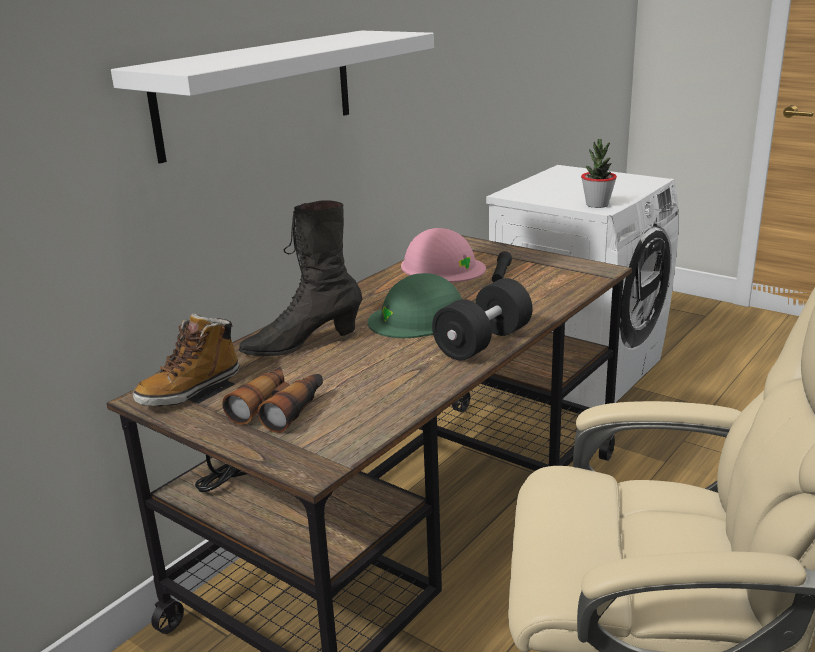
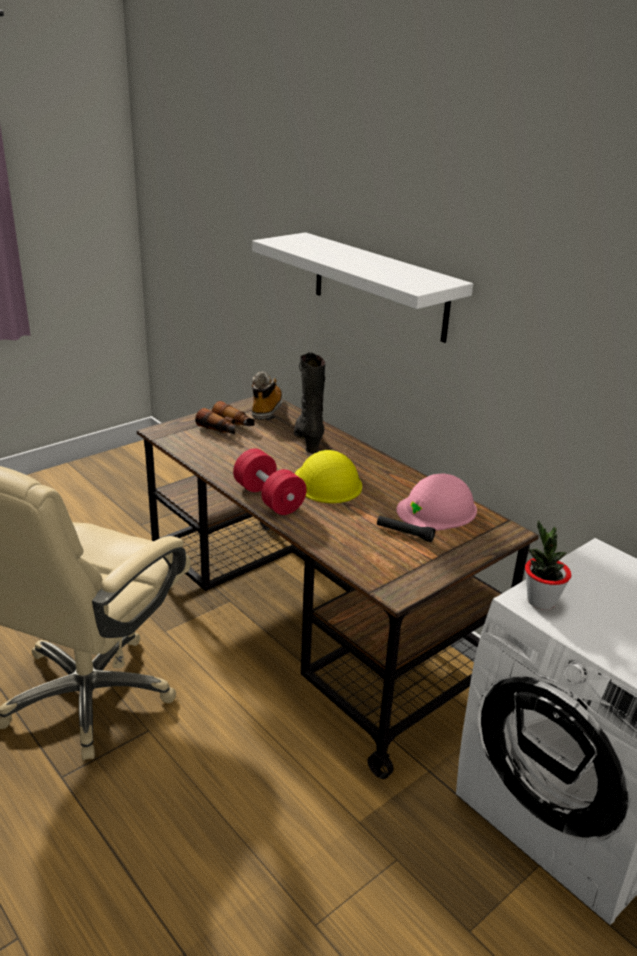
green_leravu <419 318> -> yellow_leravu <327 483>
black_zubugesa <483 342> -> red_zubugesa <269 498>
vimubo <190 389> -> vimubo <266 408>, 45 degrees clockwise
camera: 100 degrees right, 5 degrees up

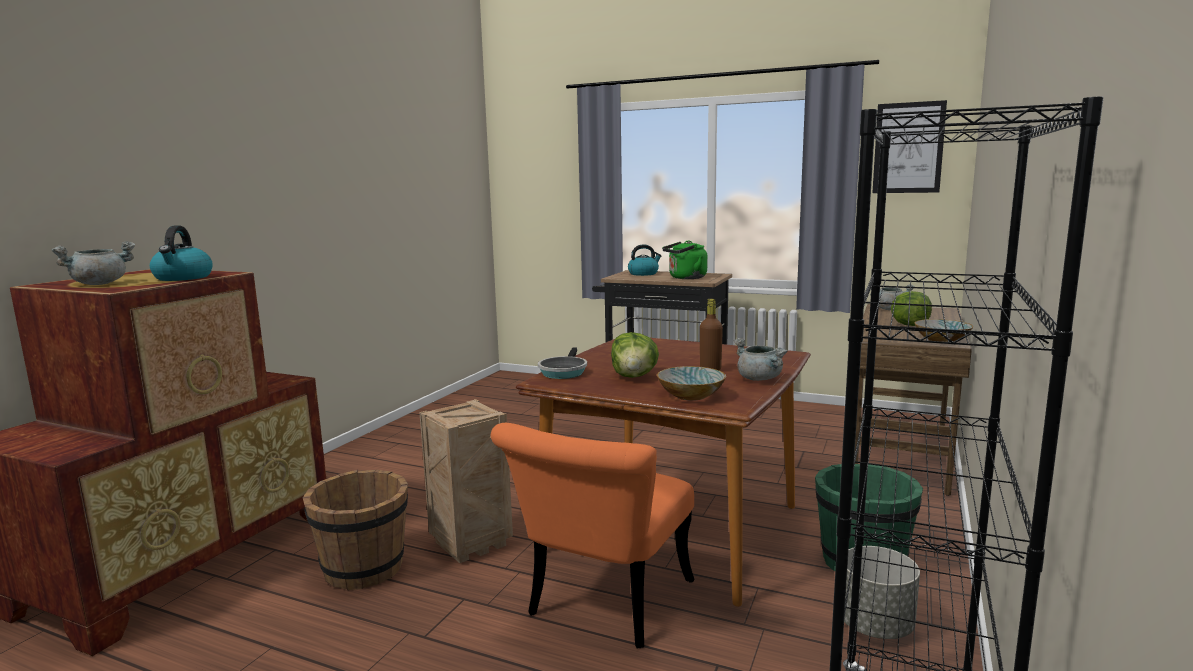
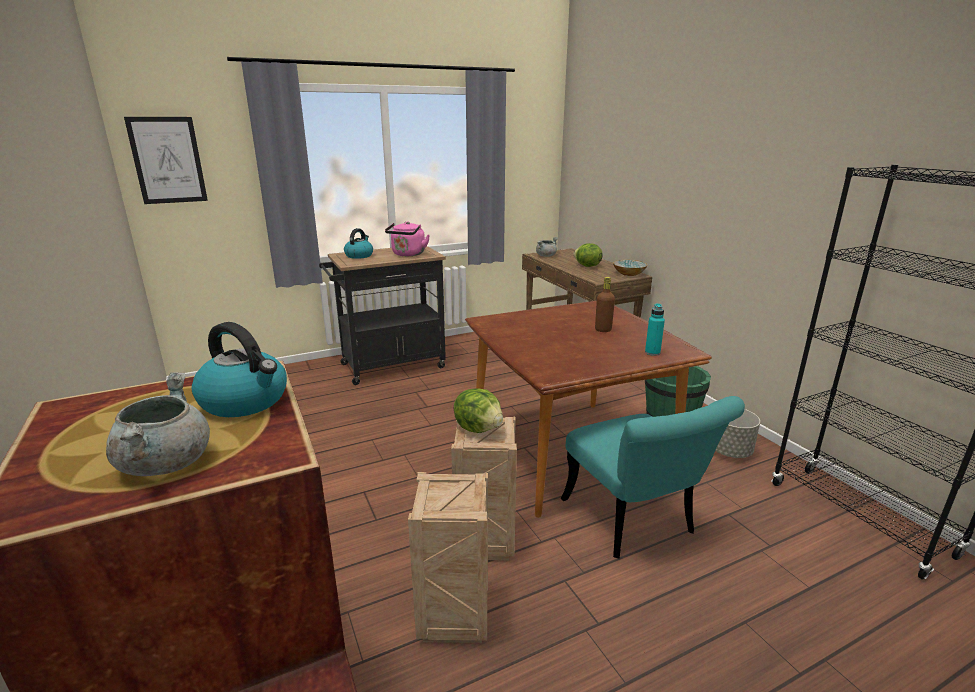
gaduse <908 148> -> gaduse <167 160>, shifted
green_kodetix <685 278> -> pink_kodetix <408 254>
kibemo <634 376> -> kibemo <479 428>, shifted
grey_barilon <760 379> -> none
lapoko <563 372> -> none
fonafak <692 395> -> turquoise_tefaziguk <652 352>
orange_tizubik <603 607> -> turquoise_tizubik <635 523>
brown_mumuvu <364 569> -> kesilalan <455 619>
camera: 50 degrees left, 10 degrees up

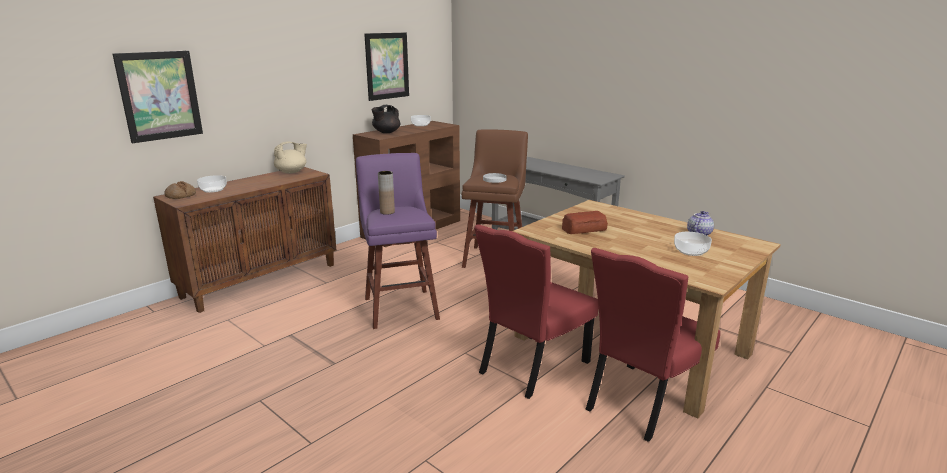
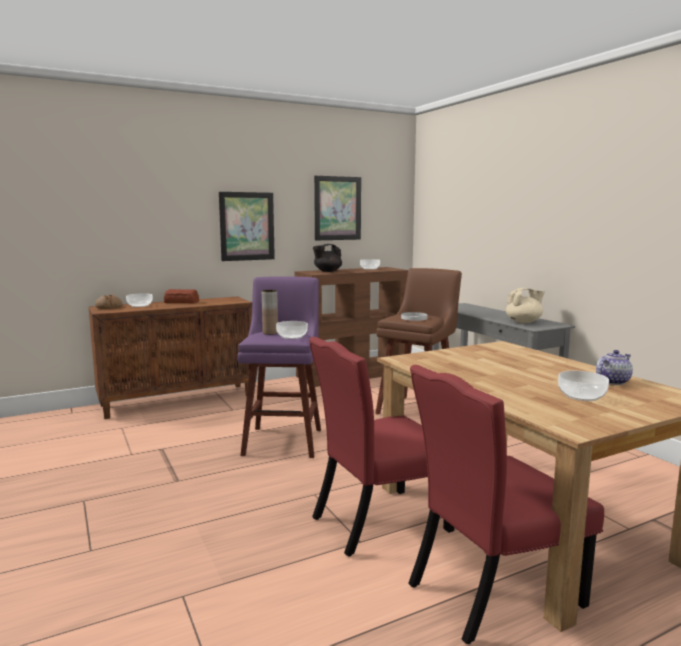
gaduse <160 96> -> gaduse <247 226>, shifted
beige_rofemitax <292 172> -> beige_rofemitax <524 322>, shifted
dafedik <584 229> -> dafedik <182 302>, shifted
none -> fonafak <291 336>
camera: 20 degrees right, 10 degrees down

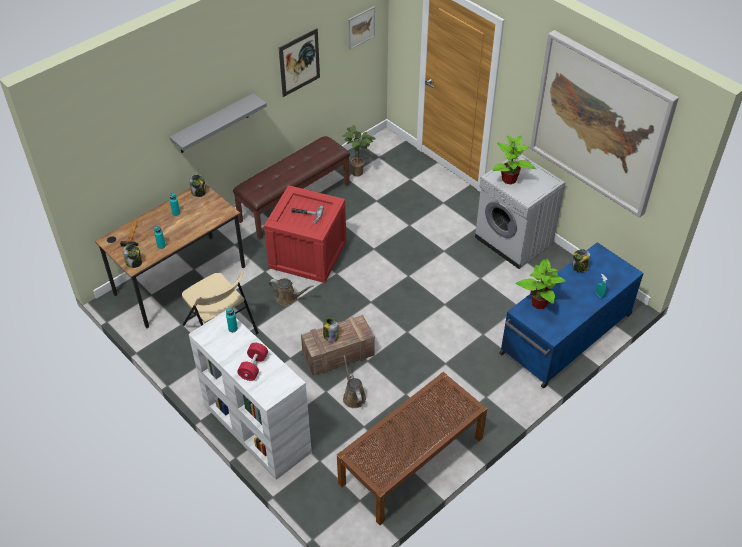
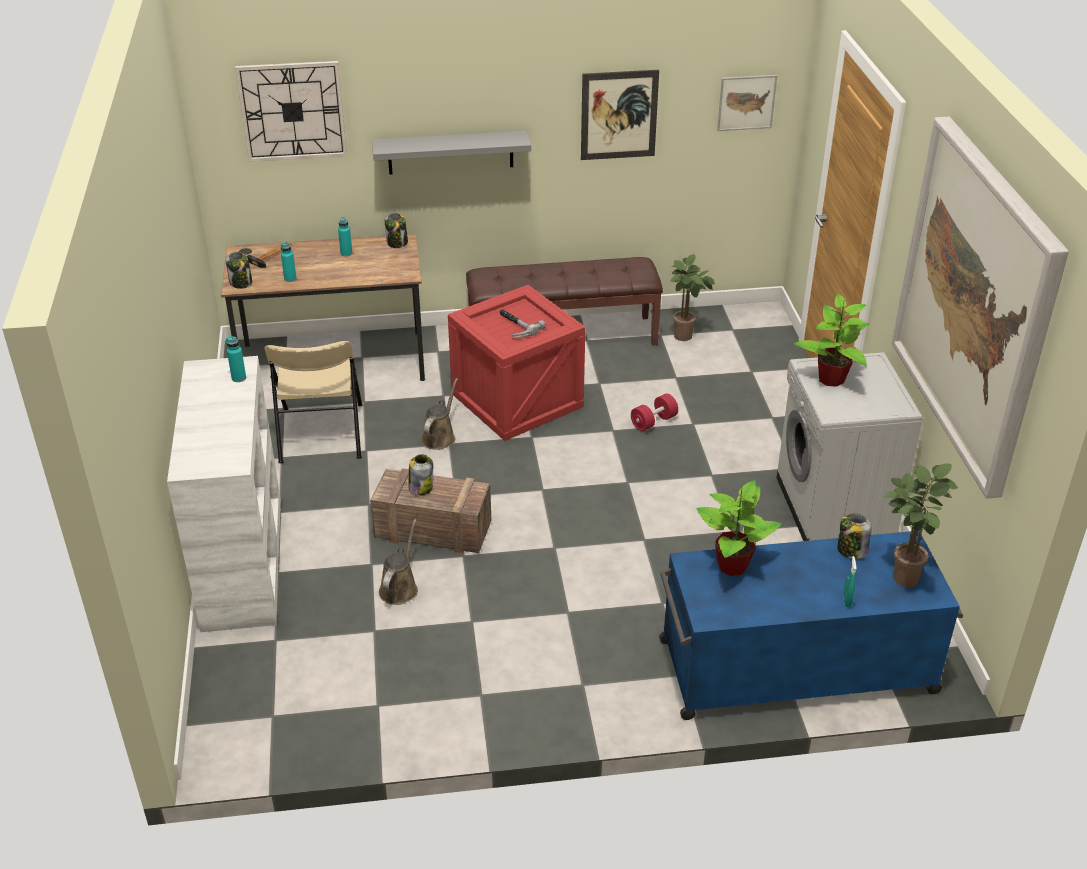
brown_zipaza <288 298> -> brown_zipaza <440 437>, 120 degrees counterclockwise
red_zubugesa <253 367> -> red_zubugesa <653 422>, shifted
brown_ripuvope <412 461> -> none
none -> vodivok <292 111>
none -> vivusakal <903 574>
camera: 35 degrees right, 10 degrees down

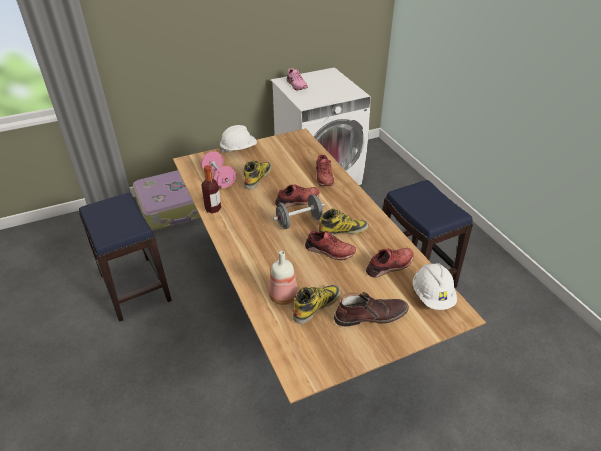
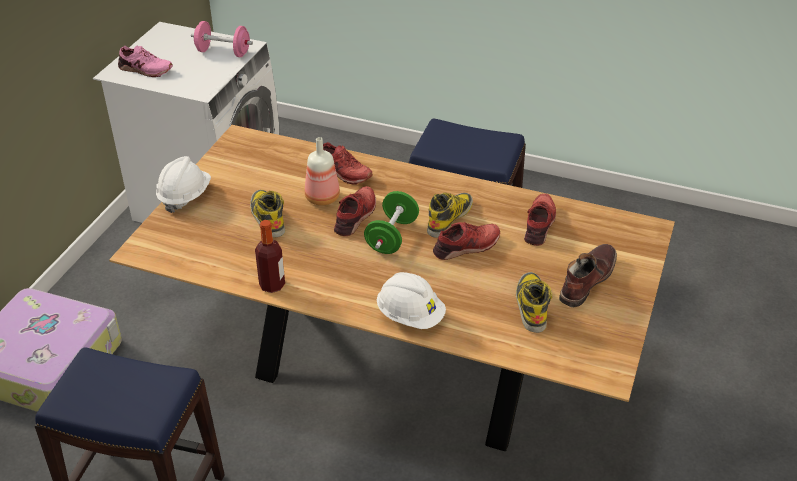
pink_zubugesa <219 179> -> pink_zubugesa <223 52>, shifted
grey_zubugesa <299 221> -> green_zubugesa <392 237>
tefaziguk <282 295> -> tefaziguk <321 198>, shifted
white_leravu <432 296> -> white_leravu <410 316>, shifted
camera: 45 degrees left, 0 degrees up

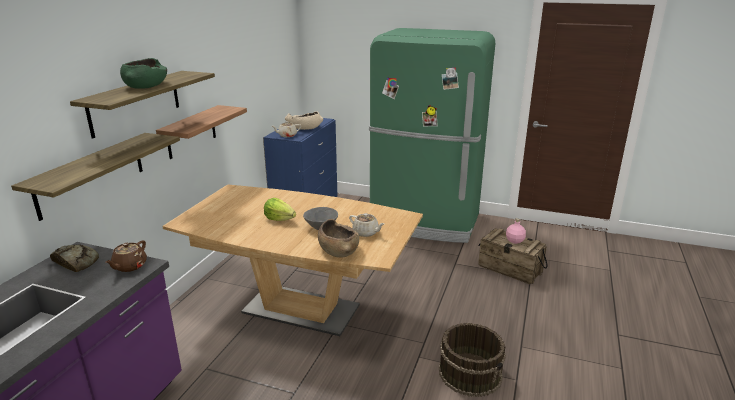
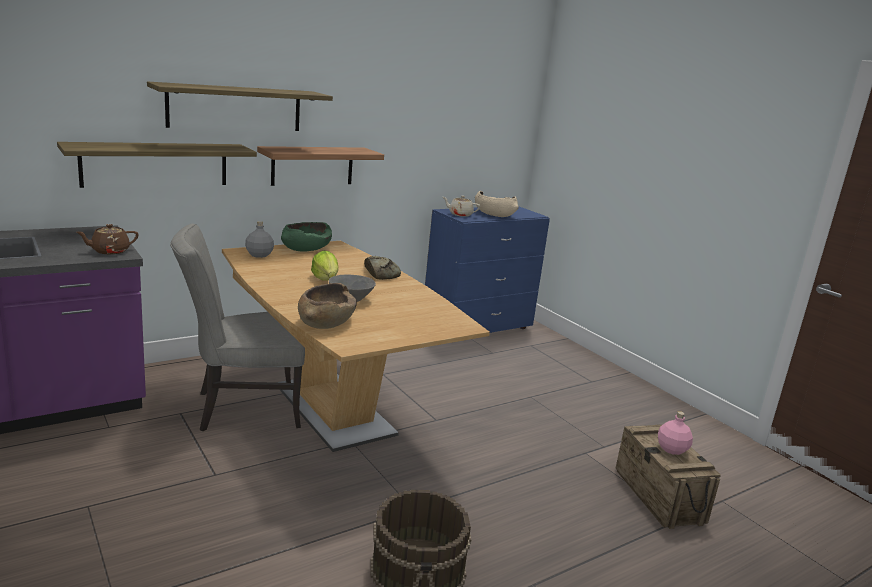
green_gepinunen <424 221> -> none
green_fonafak <146 85> -> green_fonafak <306 248>, shifted
beige_rofemitax <366 233> -> none
dafedik <76 262> -> dafedik <381 273>, shifted
none -> grey_tefaziguk <259 255>
none -> grey_tizubik <241 408>
camera: 35 degrees right, 5 degrees down

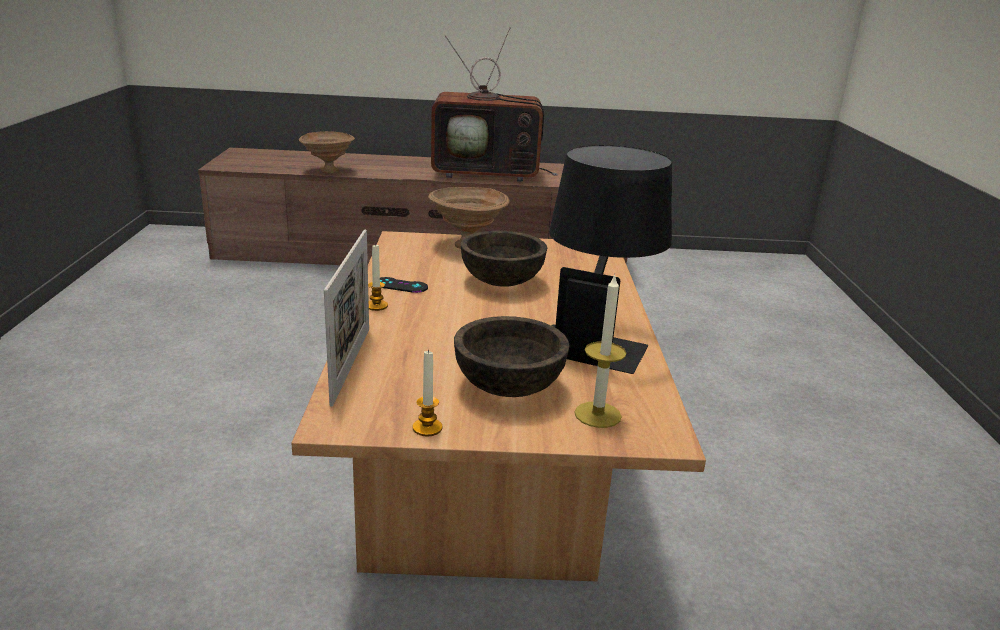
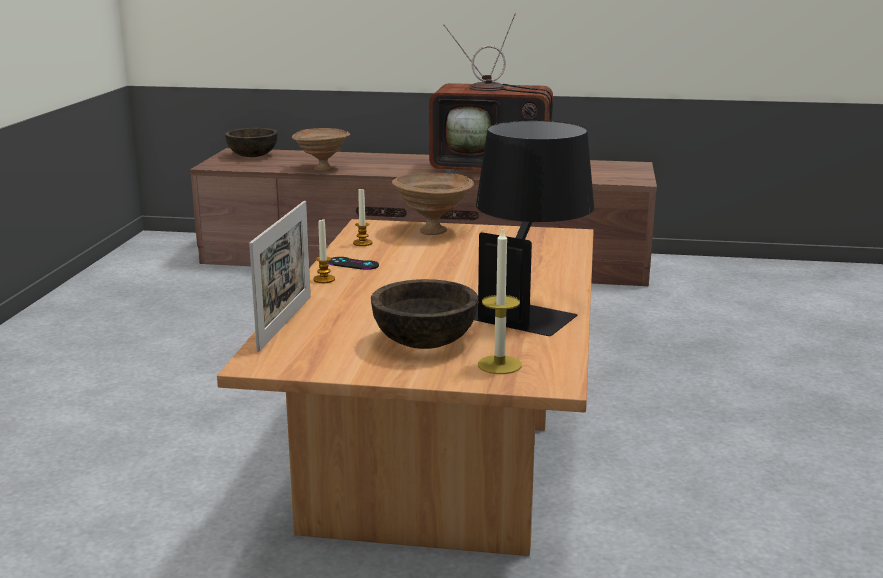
brown_fonafak <501 281> -> brown_fonafak <252 156>, shifted
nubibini <427 428> -> nubibini <362 243>, shifted
camera: 10 degrees right, 5 degrees down

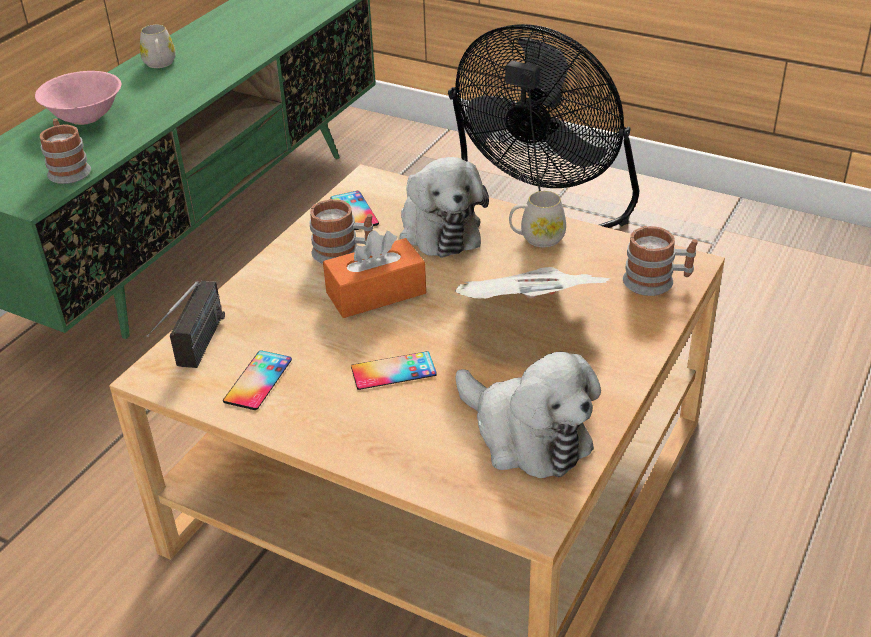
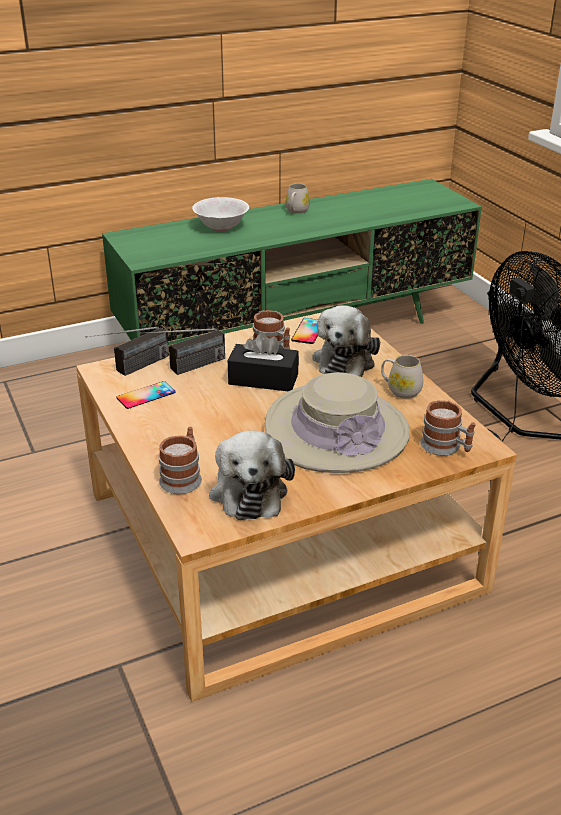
pink_fonafak <85 117> -> white_fonafak <221 227>
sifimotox <68 169> -> sifimotox <183 477>, shifted
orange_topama <376 293> -> black_topama <263 379>
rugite <530 316> -> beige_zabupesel <336 431>
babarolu <393 371> -> none
none -> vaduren <185 369>
camera: 35 degrees right, 5 degrees down

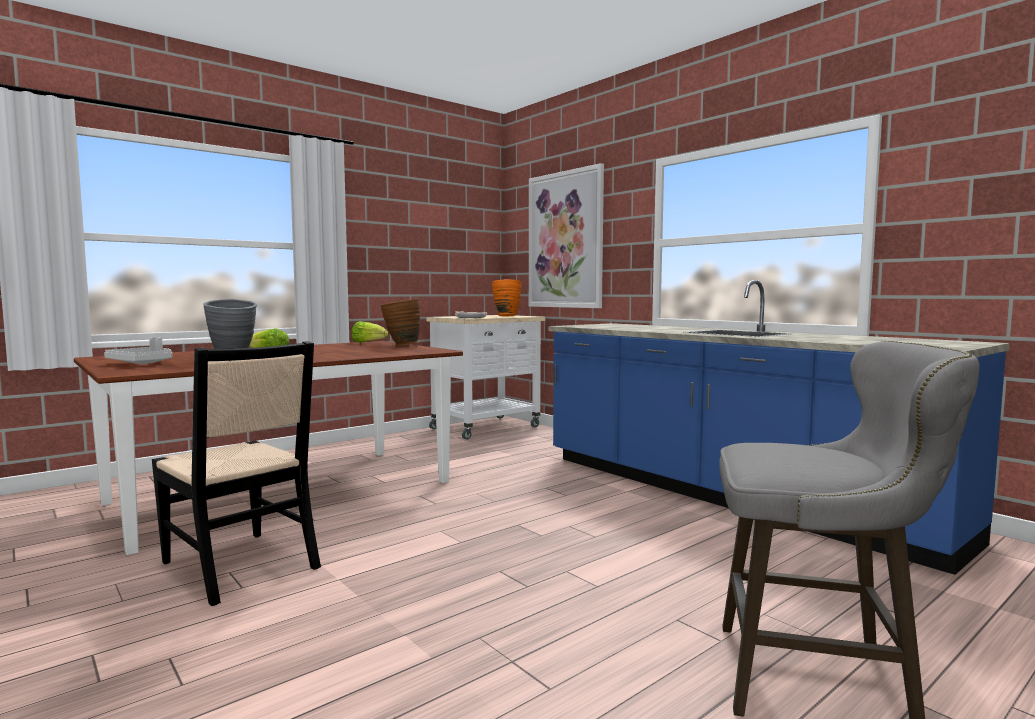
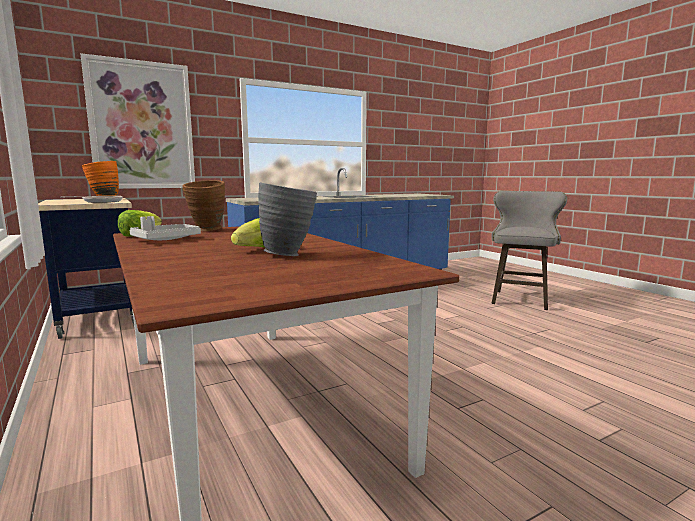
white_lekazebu <485 427> -> blue_lekazebu <98 318>
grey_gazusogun <143 363> -> grey_gazusogun <165 239>, shifted
tizubik <239 566> -> none
camera: 80 degrees left, 5 degrees up

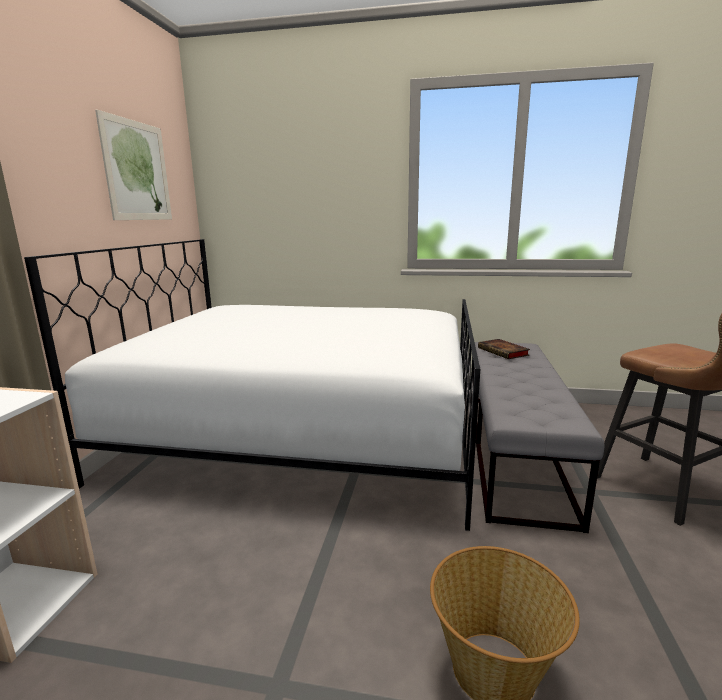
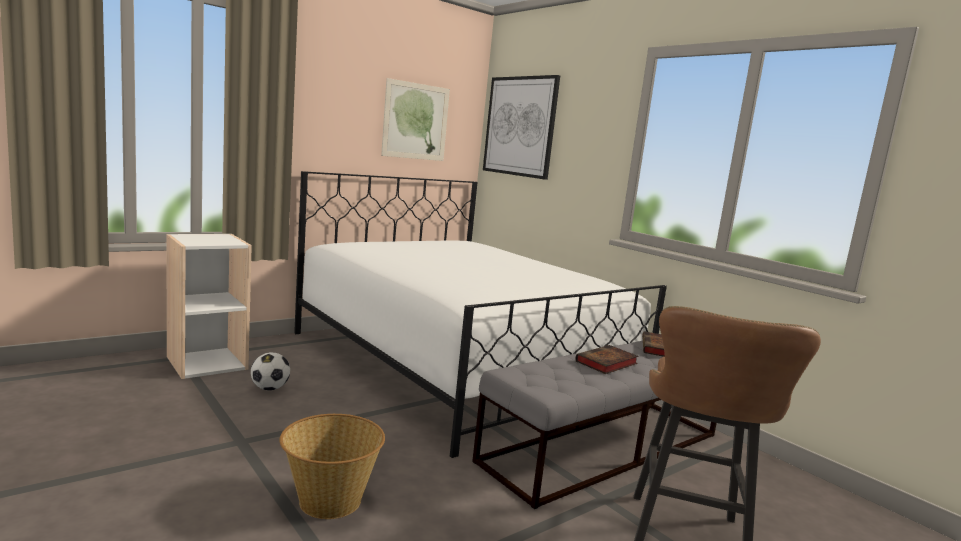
none -> gaduse <520 126>
none -> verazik <606 363>
none -> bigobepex <270 388>
camera: 40 degrees right, 5 degrees down

